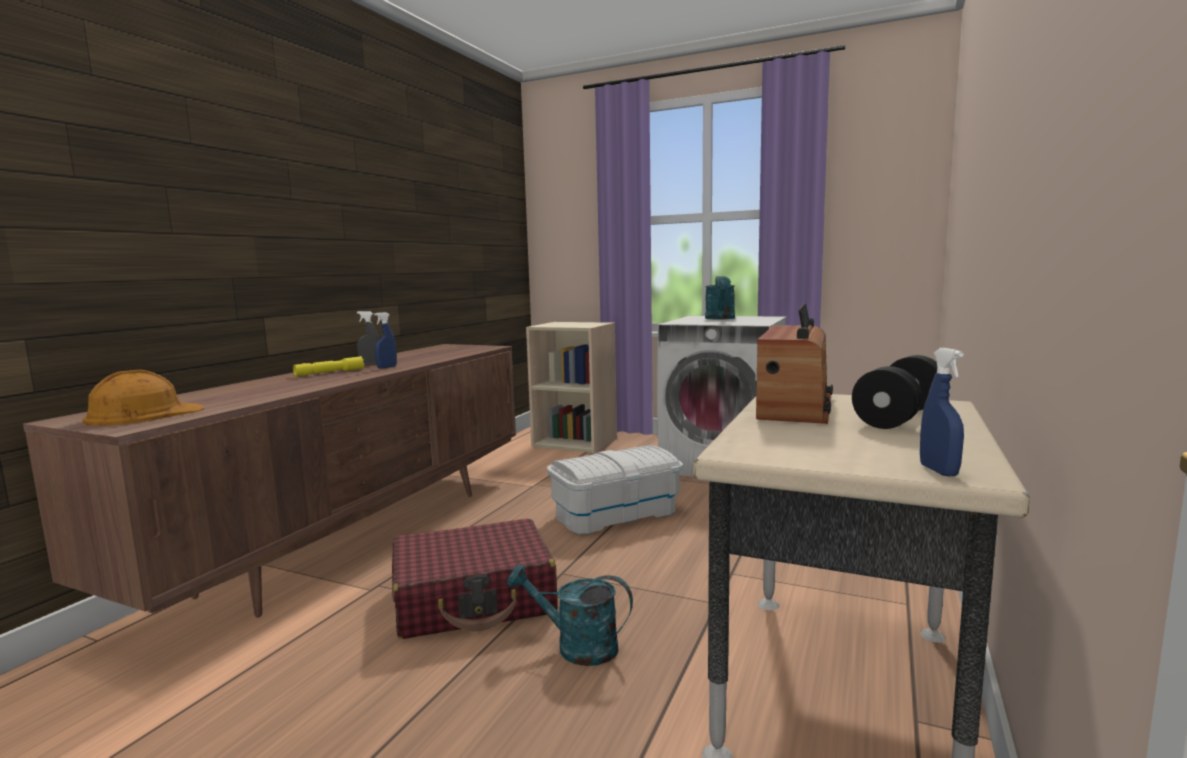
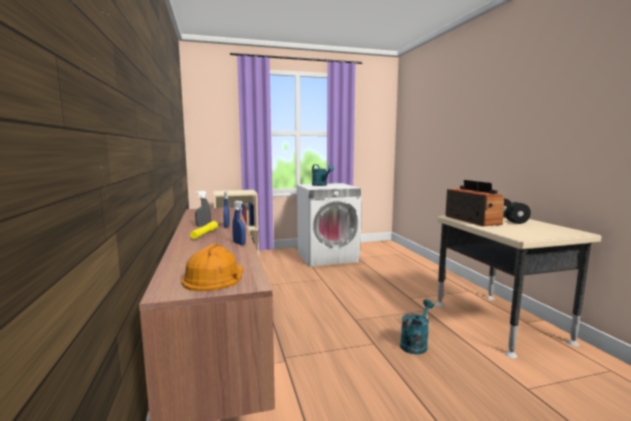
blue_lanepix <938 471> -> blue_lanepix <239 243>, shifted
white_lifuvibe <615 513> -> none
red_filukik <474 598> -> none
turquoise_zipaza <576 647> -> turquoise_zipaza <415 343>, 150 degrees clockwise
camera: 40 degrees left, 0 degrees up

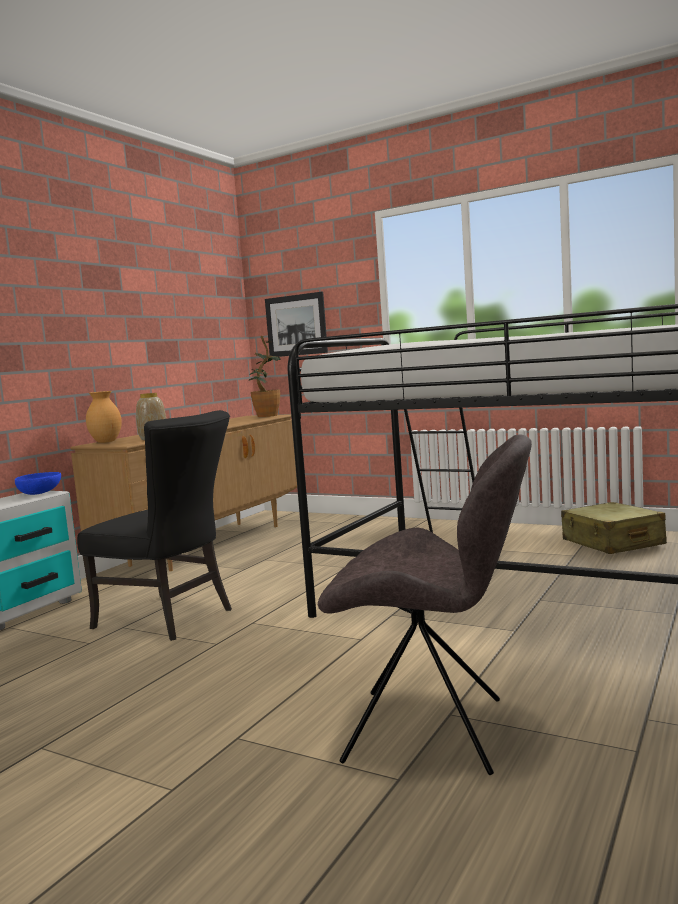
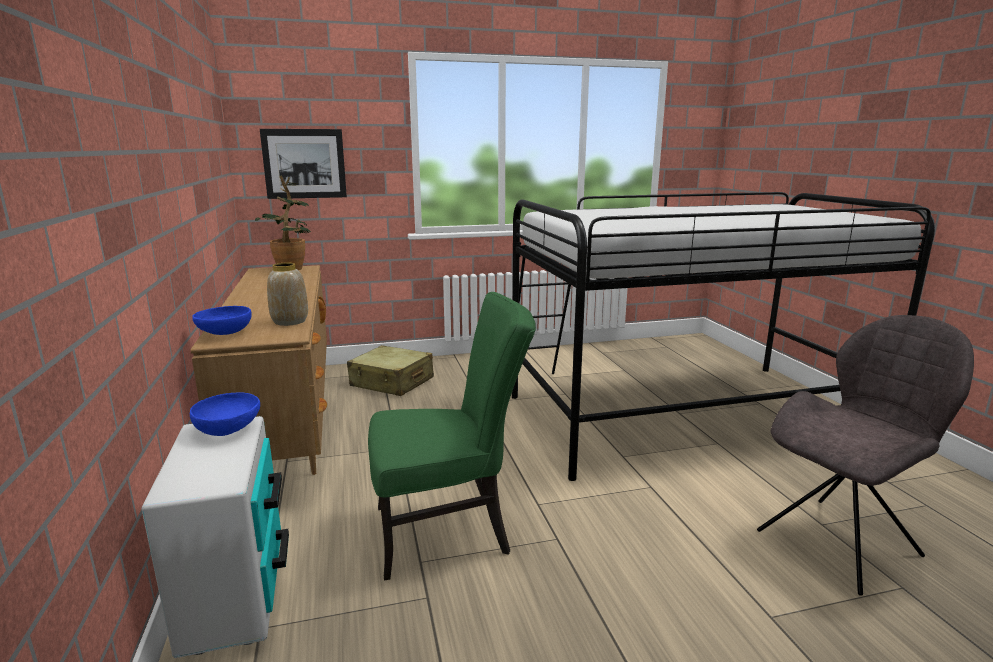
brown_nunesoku <105 442> -> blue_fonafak <225 334>
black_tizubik <171 618> -> green_tizubik <450 530>
beige_filukik <612 543> -> beige_filukik <392 382>, shifted
camera: 45 degrees left, 10 degrees up

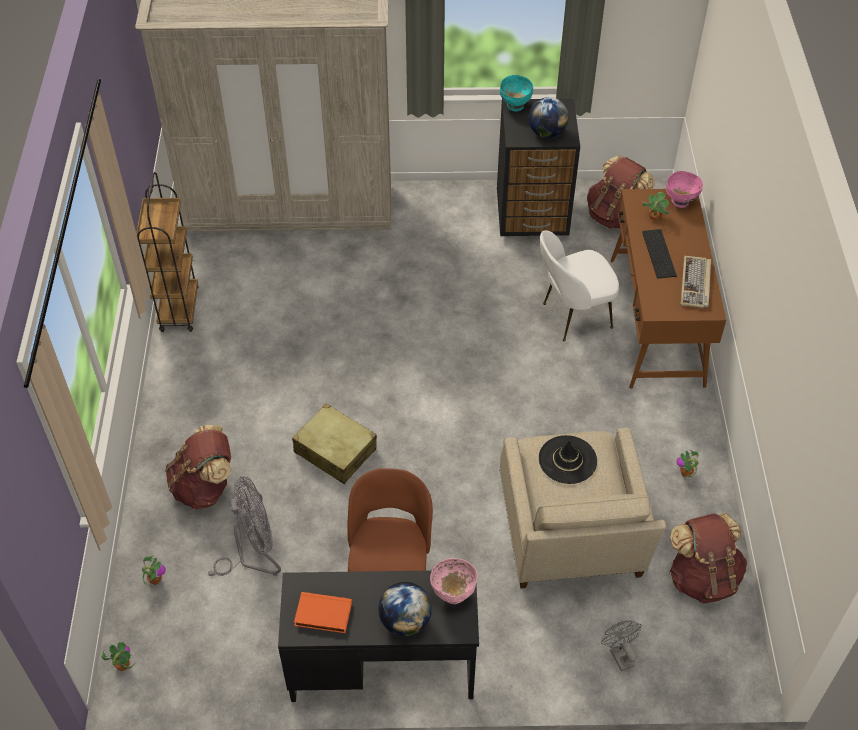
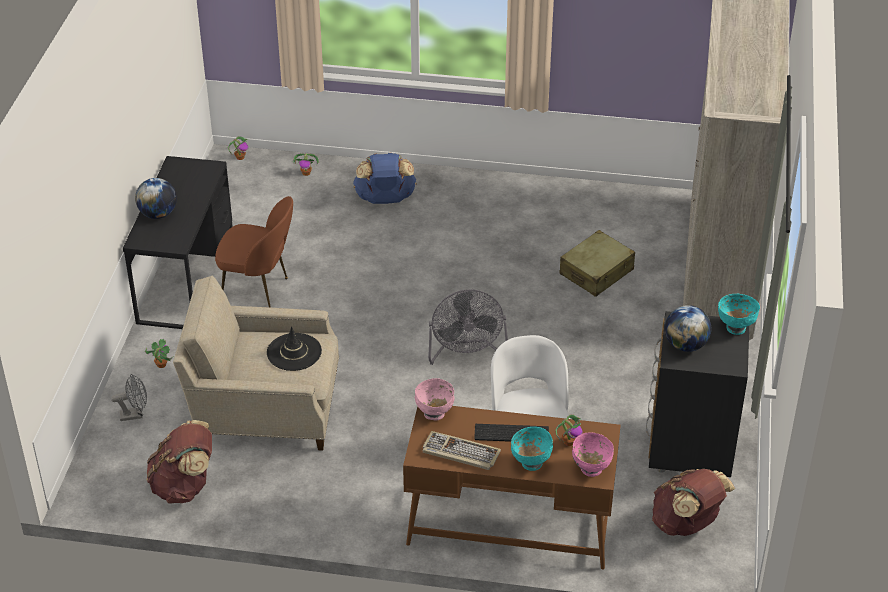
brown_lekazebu <179 310> -> none
beige_filukik <335 451> -> beige_filukik <596 272>, shifted
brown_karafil <205 487> -> blue_karafil <385 200>
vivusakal <686 473> -> vivusakal <161 364>, shifted
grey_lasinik <251 547> -> grey_lasinik <463 350>, shifted
pink_fonafak <453 593> -> pink_fonafak <434 414>, shifted
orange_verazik <322 615> -> none
none -> turquoise_fonafak <531 463>
camera: 100 degrees right, 10 degrees down

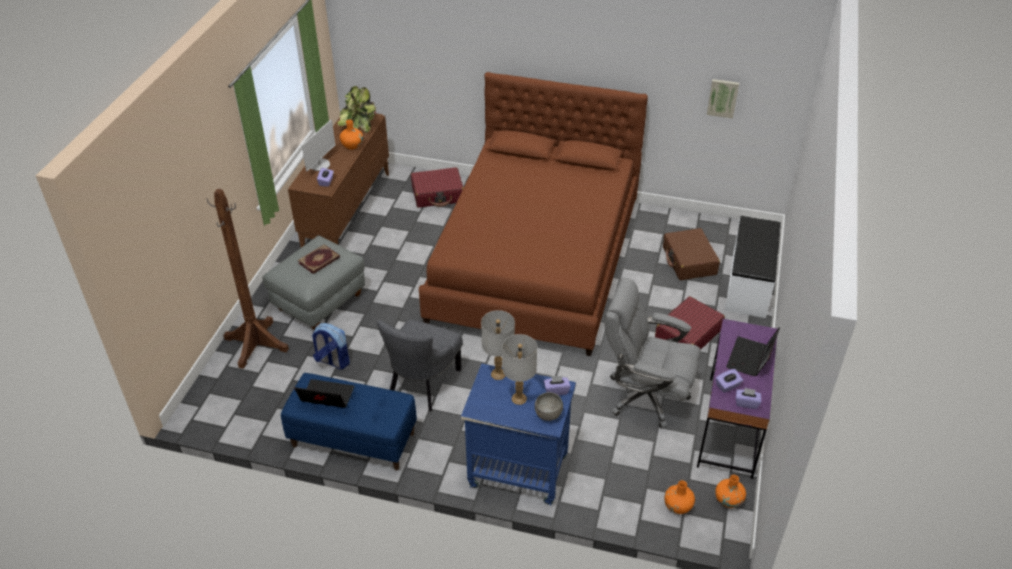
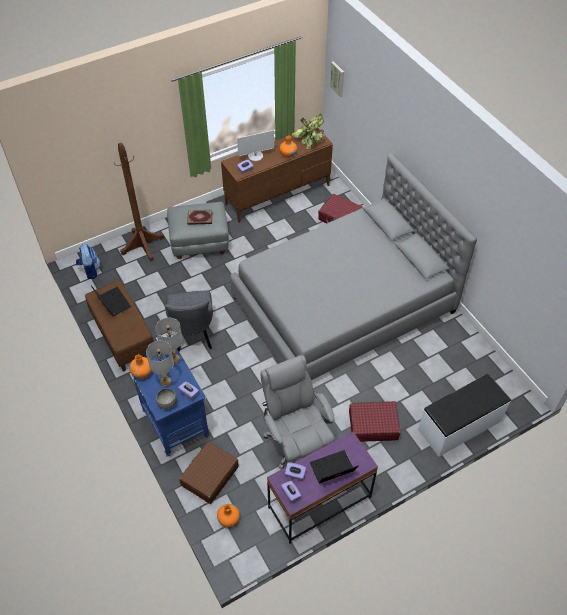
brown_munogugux <536 260> -> grey_munogugux <343 305>
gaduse <723 98> -> gaduse <337 78>, shifted
brown_filukik <689 261> -> brown_filukik <209 476>, shifted
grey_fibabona <423 382> -> grey_fibabona <192 332>, 75 degrees counterclockwise
karafil <332 361> -> karafil <90 270>, shifted
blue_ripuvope <352 440> -> brown_ripuvope <123 336>
orange_nunesoku <728 500> -> orange_nunesoku <142 372>, shifted
camera: 45 degrees right, 10 degrees up

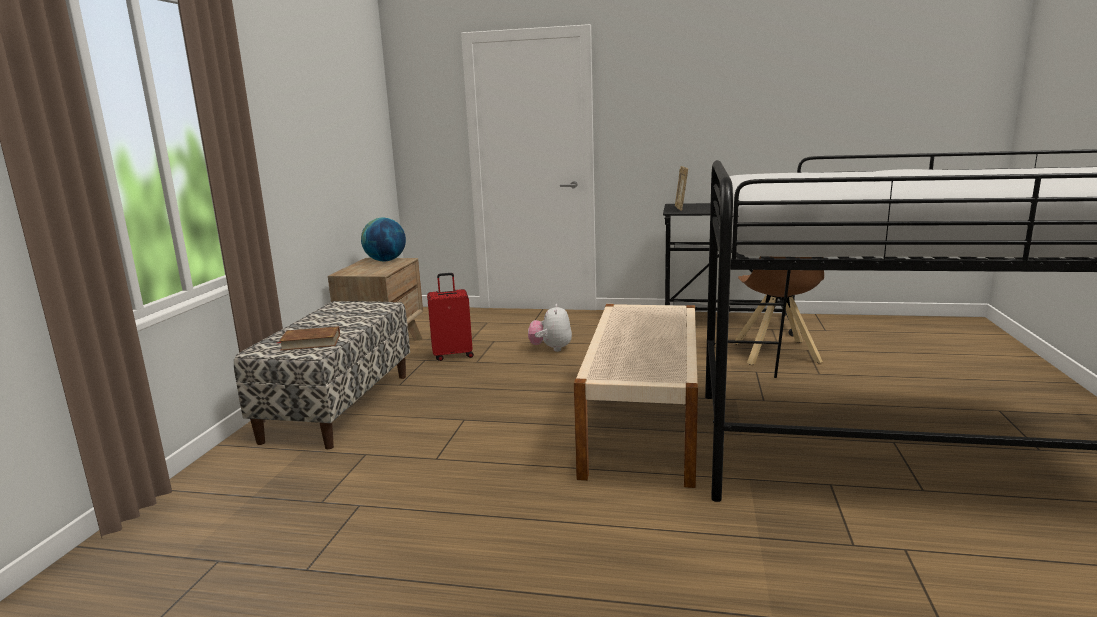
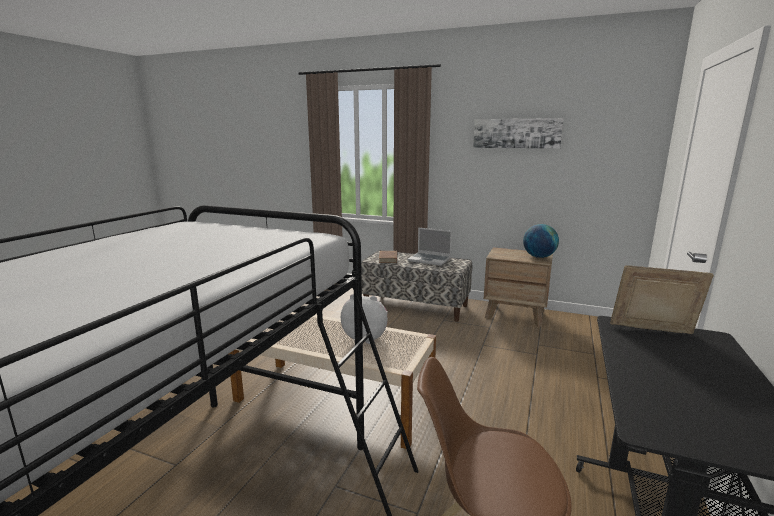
red_filukik <453 355> -> none
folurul <551 349> -> folurul <366 338>, shifted
none -> gaduse <516 133>
none -> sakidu <430 260>
camera: 100 degrees right, 0 degrees up

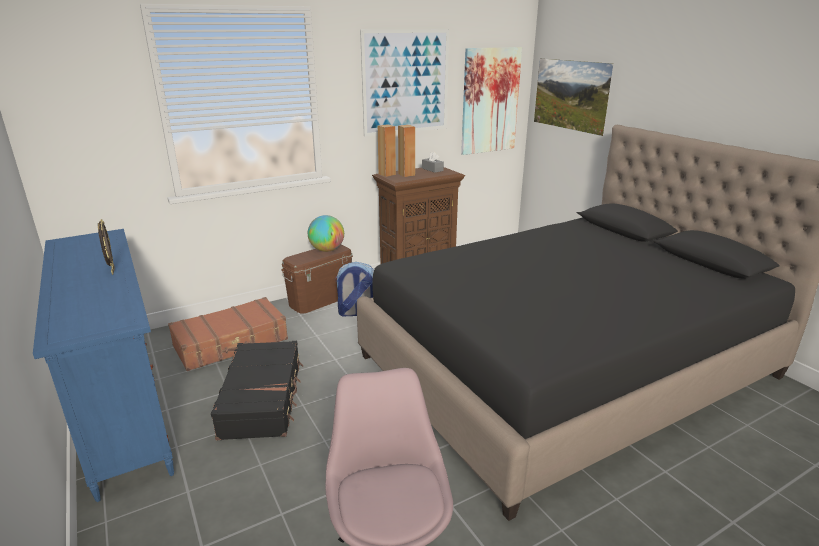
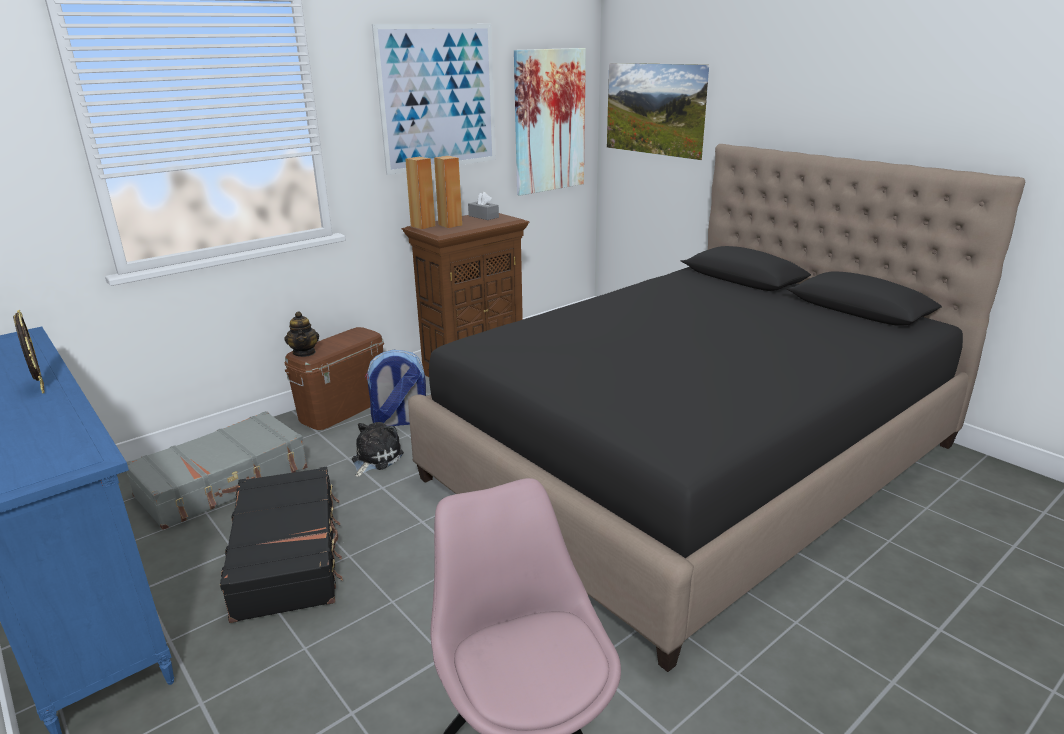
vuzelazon <327 250> -> none
brown_filukik <231 343> -> grey_filukik <224 482>
none -> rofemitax <304 353>
none -> folurul <375 459>
camera: 10 degrees left, 0 degrees up

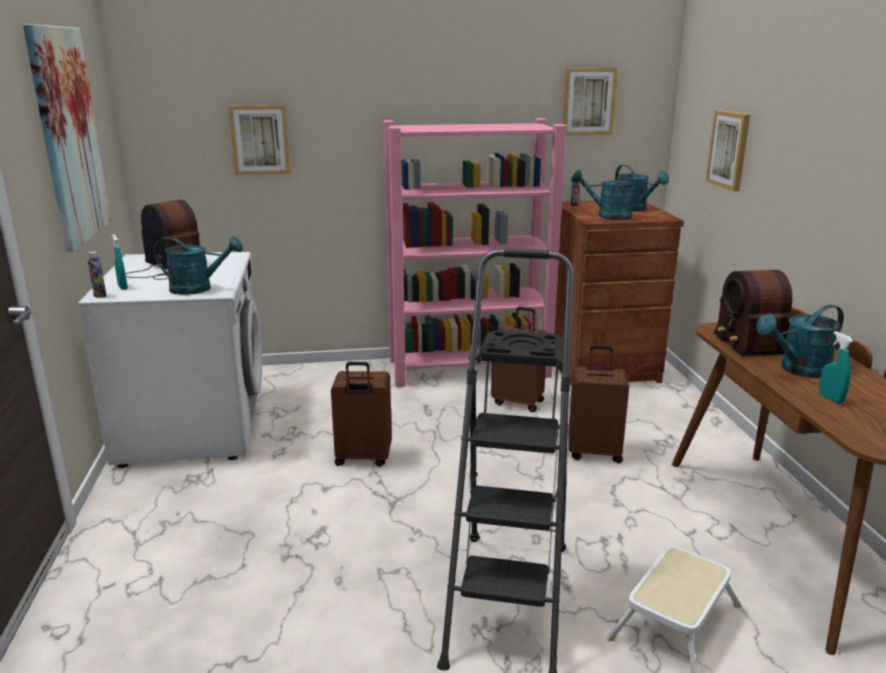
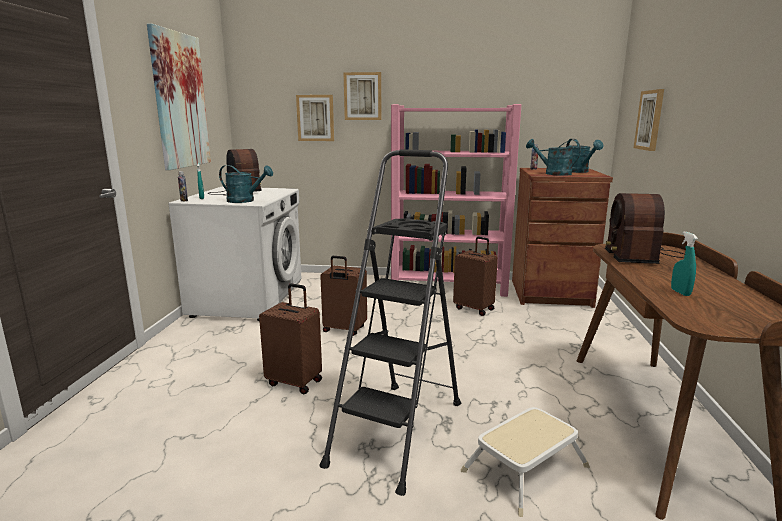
gaduse <588 101> -> gaduse <363 96>, shifted
turquoise_zipaza <798 370> -> none
brown_filukik <594 452> -> brown_filukik <295 382>, shifted
camera: 15 degrees right, 5 degrees down

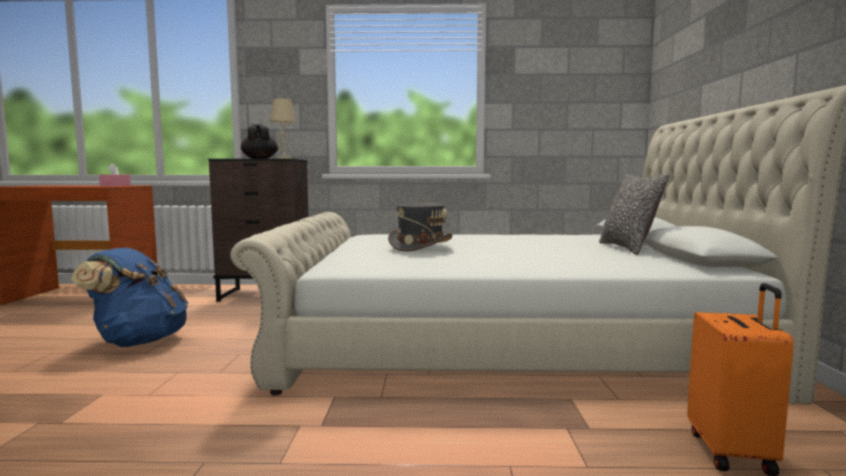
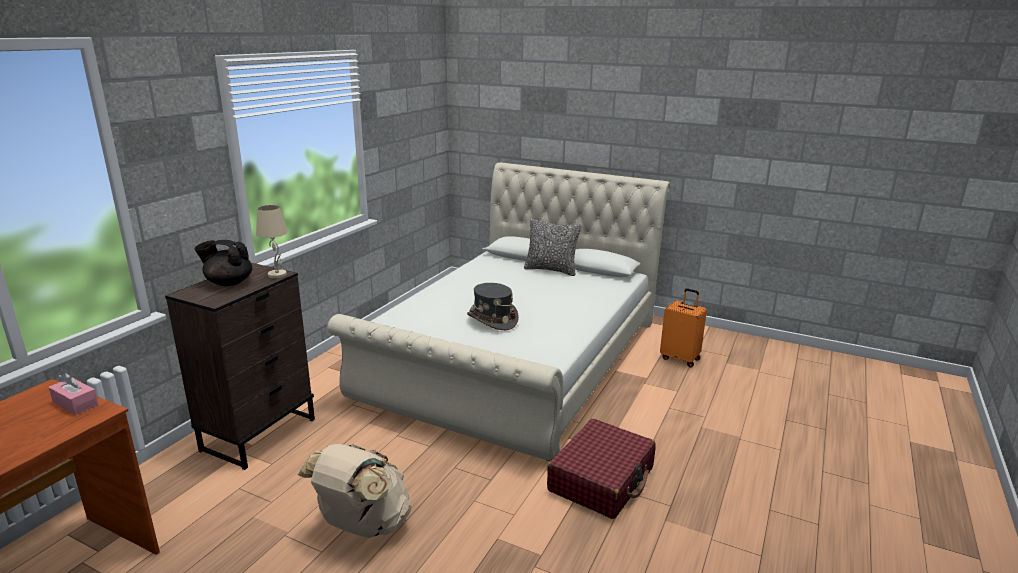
blue_karafil <138 341> -> beige_karafil <362 525>
none -> red_filukik <601 479>
camera: 65 degrees left, 15 degrees up

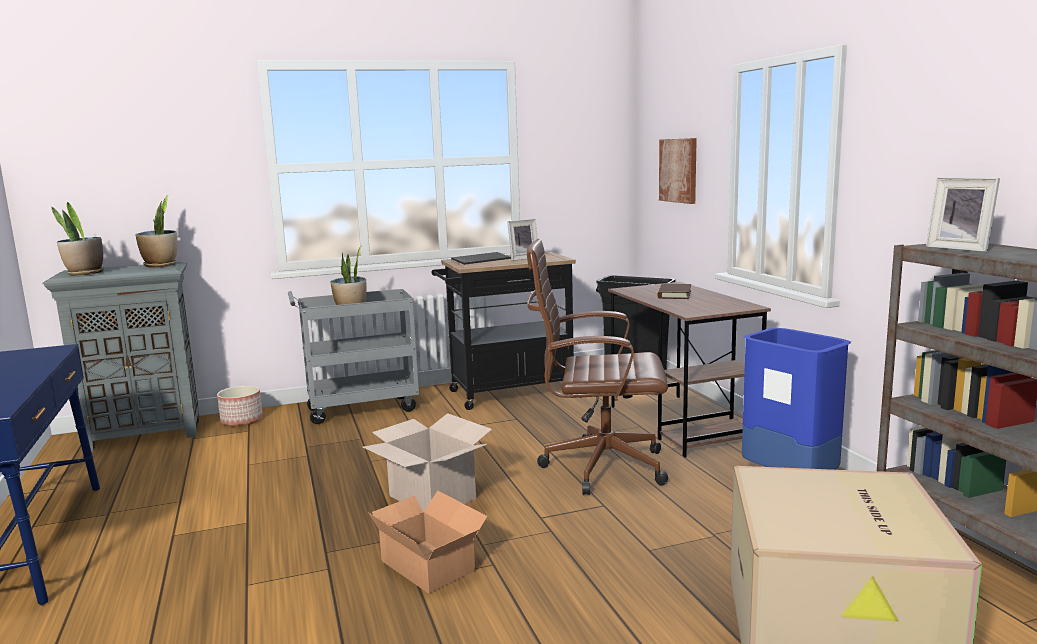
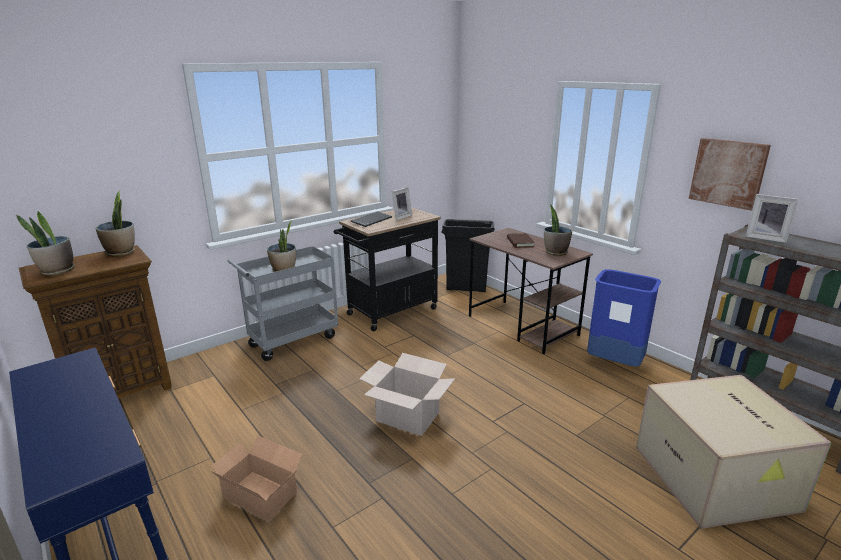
gaduse <679 170> -> gaduse <728 173>, shifted
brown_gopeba <598 467> -> none
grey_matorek <146 434> -> brown_matorek <122 392>
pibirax <241 421> -> none
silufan <429 563> -> silufan <261 492>, shifted
none -> vivusakal <555 252>
camera: 20 degrees left, 10 degrees up

